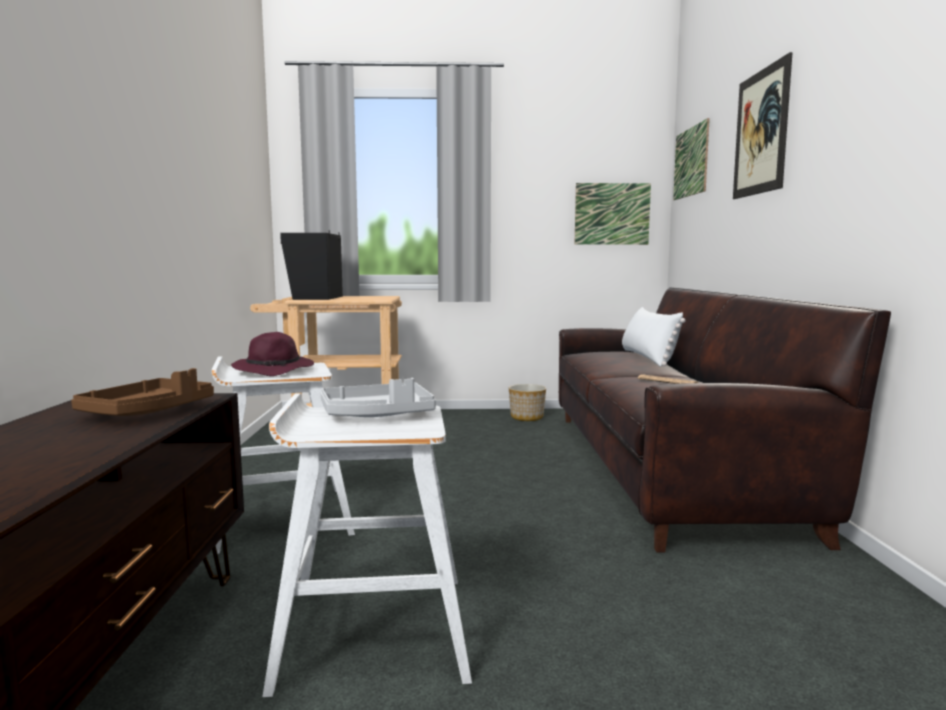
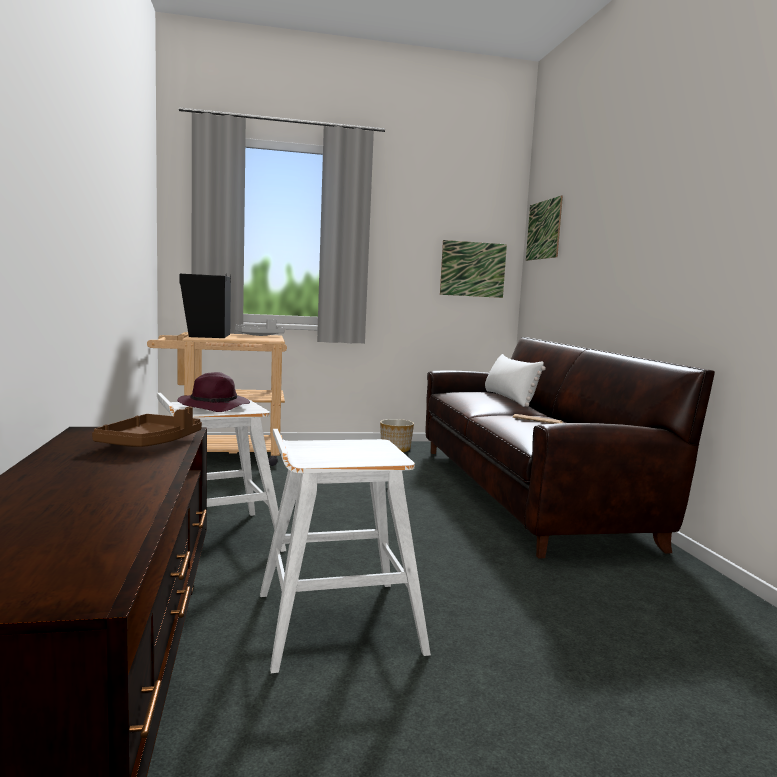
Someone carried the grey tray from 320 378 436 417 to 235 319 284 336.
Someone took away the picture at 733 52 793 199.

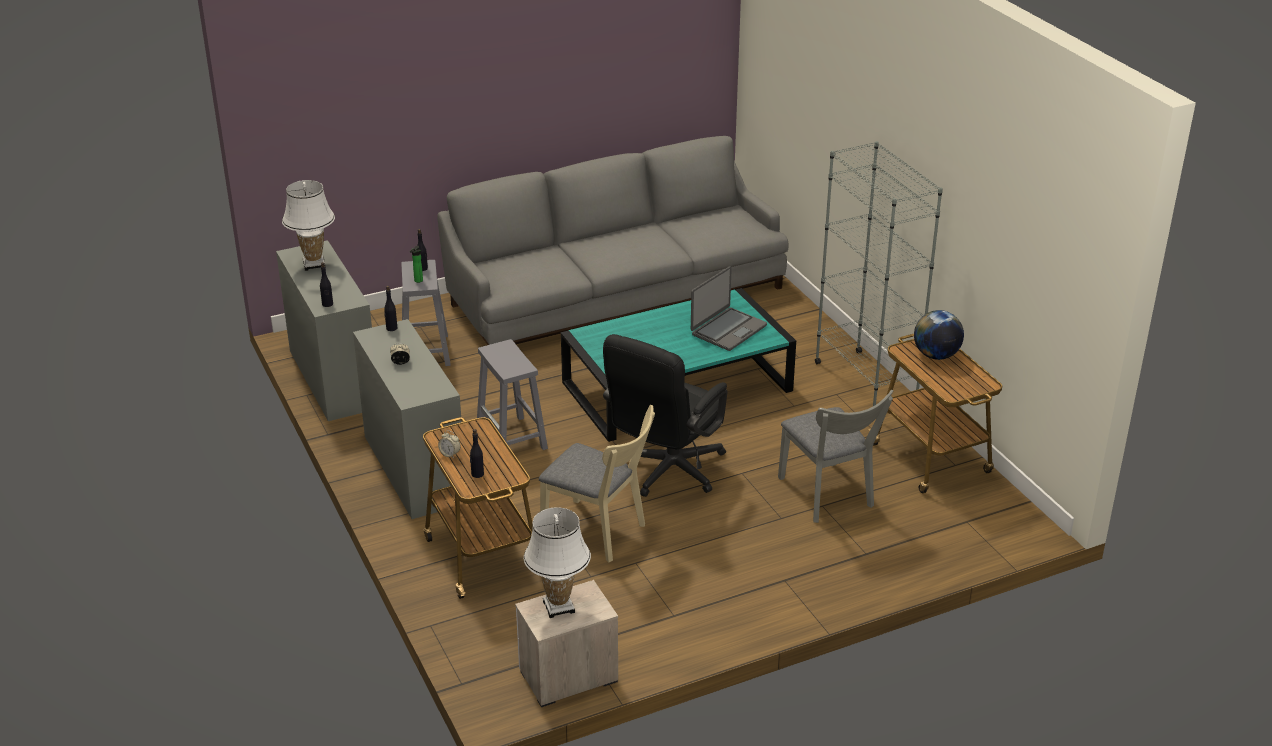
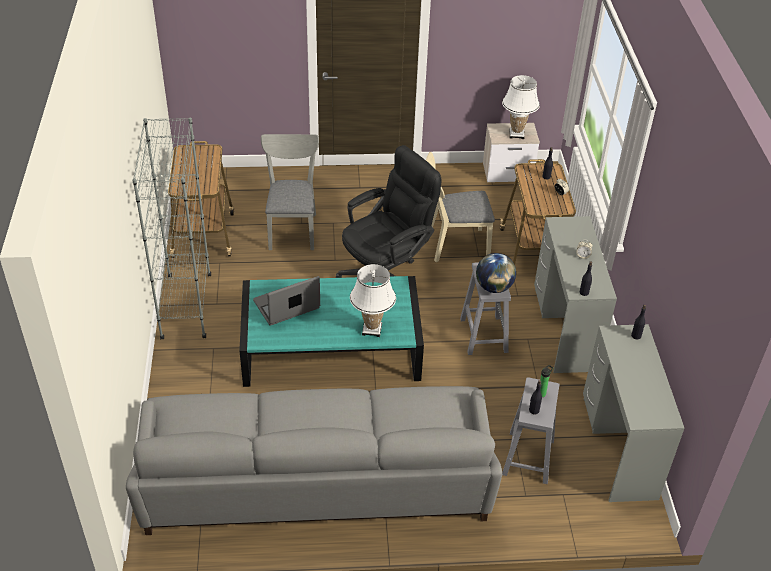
Someone carried the white table lamp from 282 180 335 271 to 350 264 396 337.
Someone rotated the beige chair at 539 405 655 562 by 60 degrees counterclockwise.
Someone carried the globe from 914 310 964 360 to 476 253 516 293.

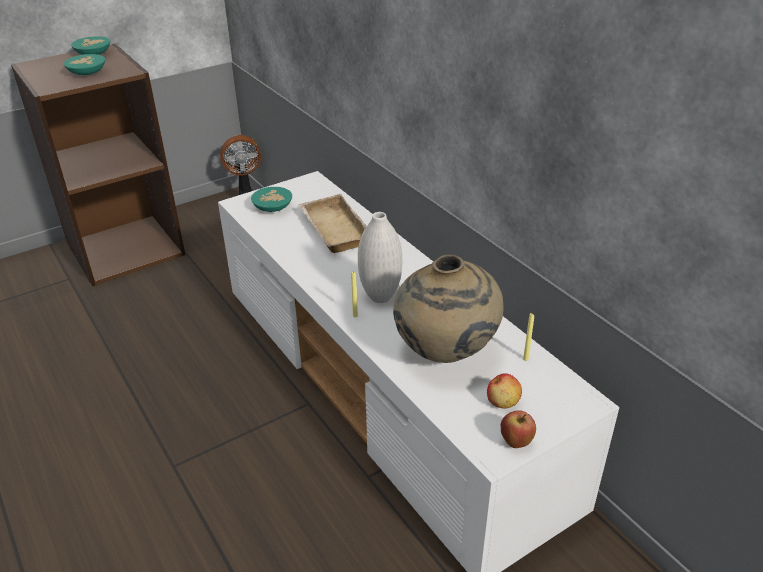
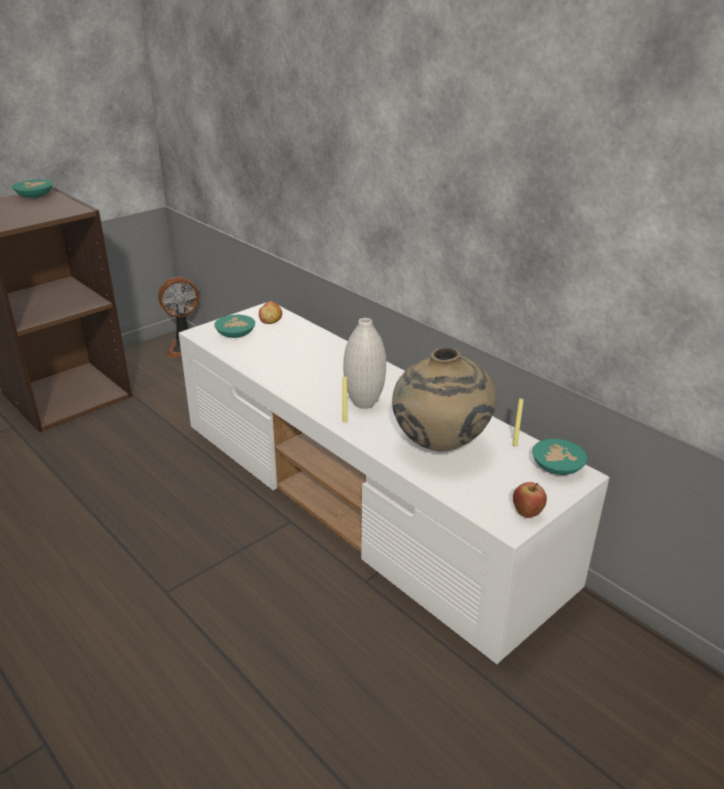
Someone carried the turquoise bowl from 63 54 105 75 to 532 439 587 475.
Someone took away the beige tray at 298 194 367 253.
Someone carried the apple from 487 374 522 408 to 259 301 282 324.

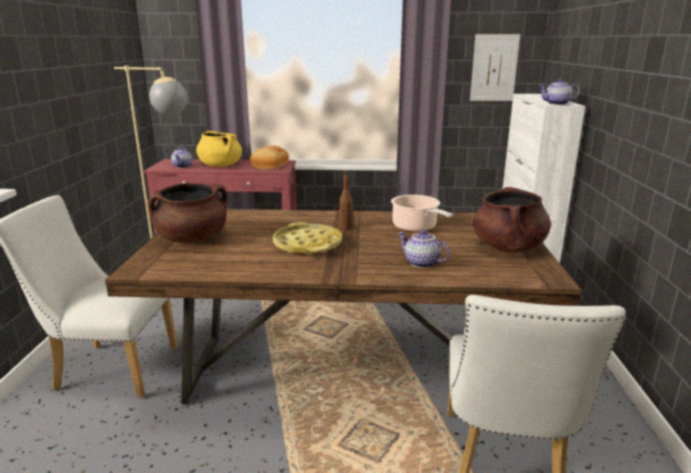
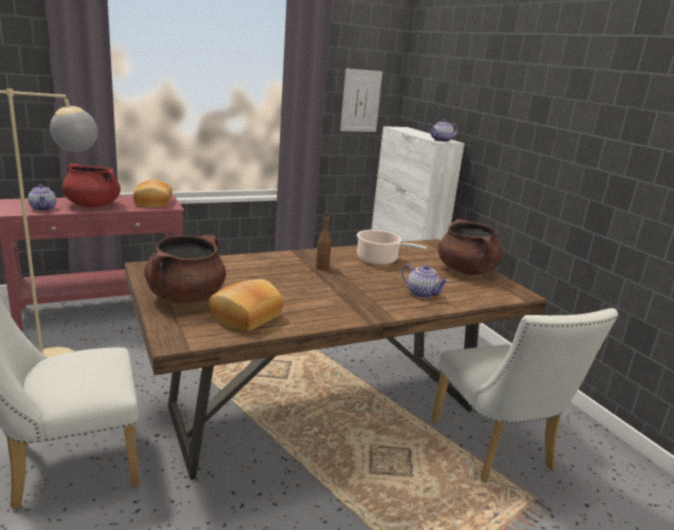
Someone repainted the yellow cooking pot at 196 131 242 167, which became the red cooking pot at 62 163 121 207.
Someone took away the yellow tray at 273 222 342 255.
Someone rotated the teapot at 398 230 450 268 by 150 degrees counterclockwise.
Someone put down the bread at 209 279 283 332.

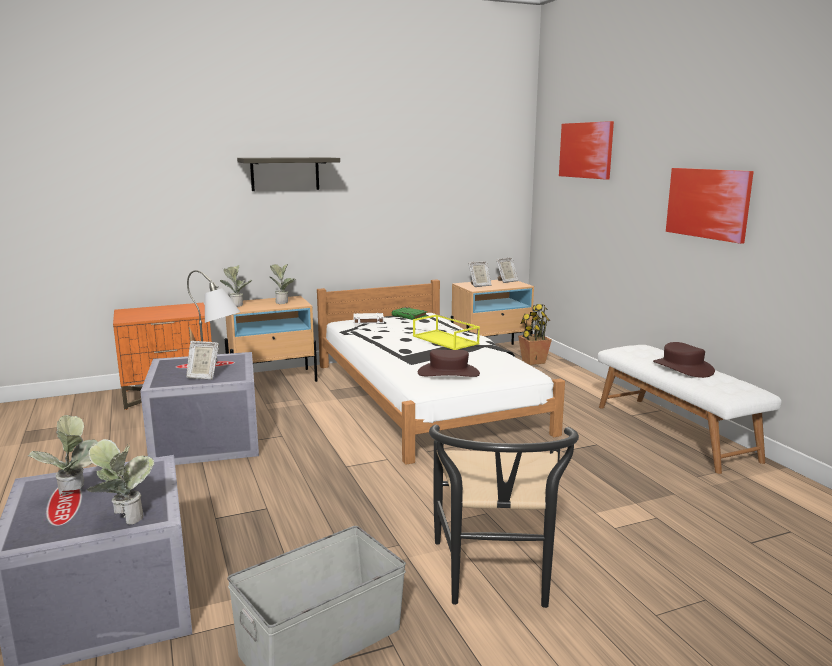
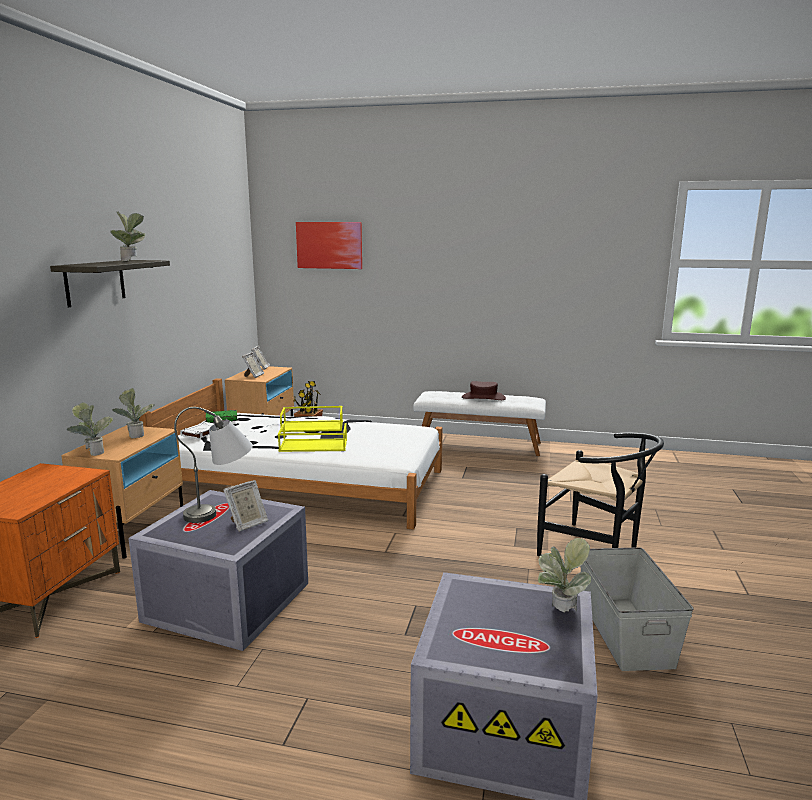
Someone carried the potted plant from 28 415 98 496 to 110 212 145 262.
Someone took away the brown hat at 418 350 480 377.
Someone took away the picture at 666 168 754 244.
Someone put down the yellow tray at 278 423 347 452.

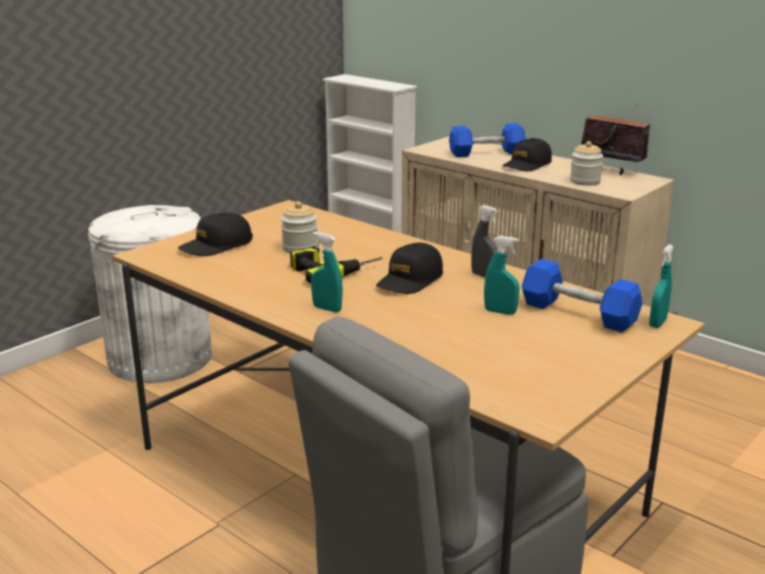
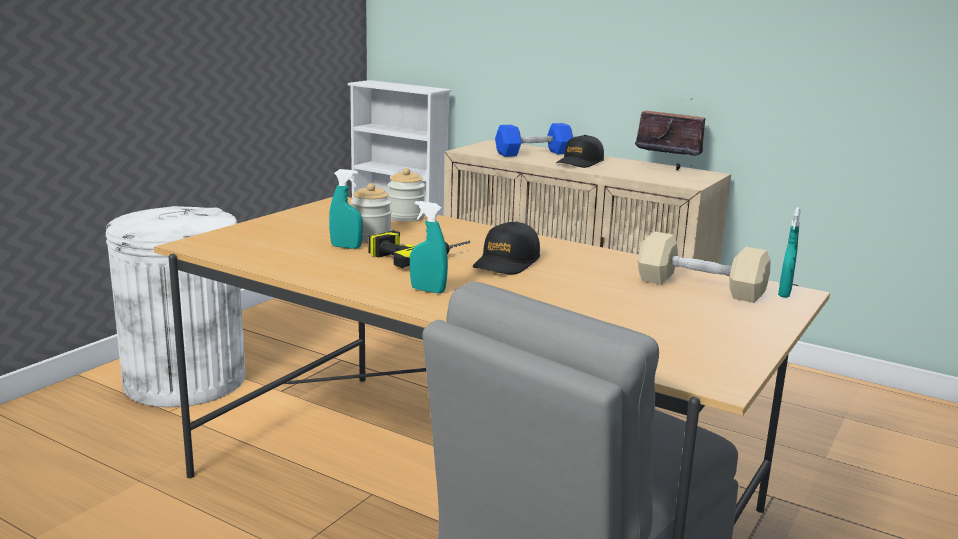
Someone took away the black cap at 178 212 253 256.
Someone took away the grey spray bottle at 471 205 498 278.
Someone carried the turquoise spray bottle from 484 236 520 315 to 329 169 363 249.
Someone repainted the blue dumbbell at 522 259 642 332, which became the beige dumbbell at 637 232 771 303.
Someone carried the jar from 570 141 603 186 to 388 168 425 222.

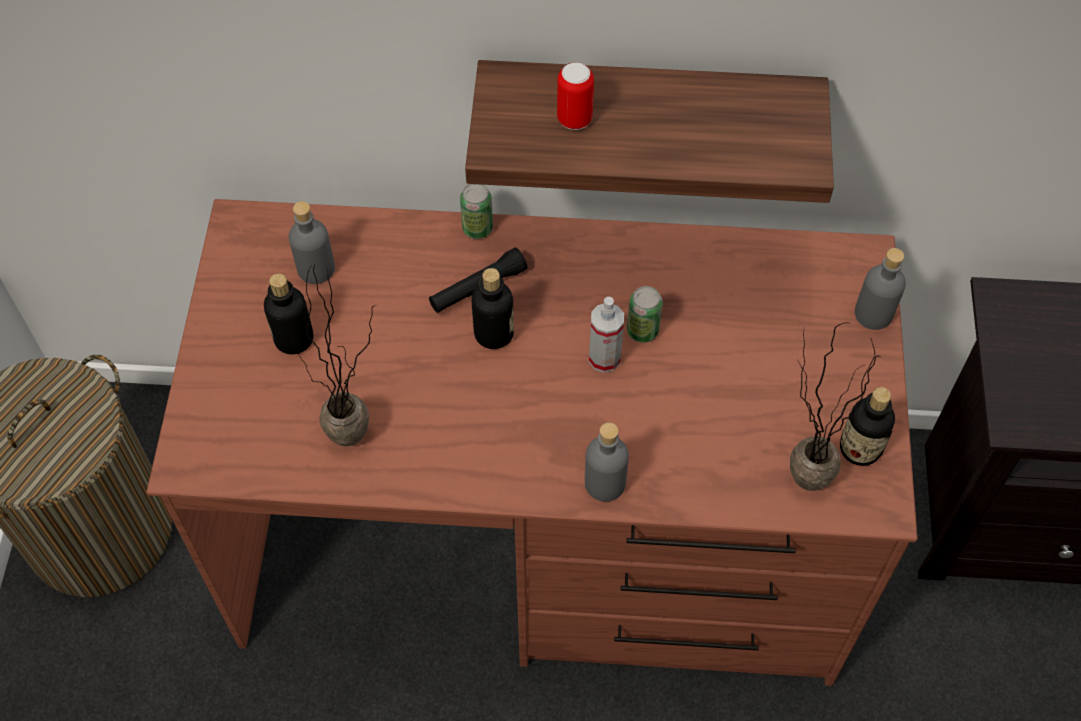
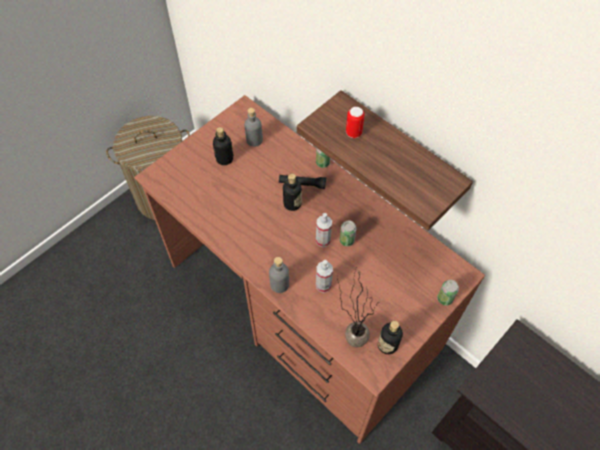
Someone took away the potted plant at 292 264 376 446.
Someone swapped the grey bottle at 855 248 906 330 for the can at 437 280 459 306.
Someone put down the spray bottle at 316 260 333 293.

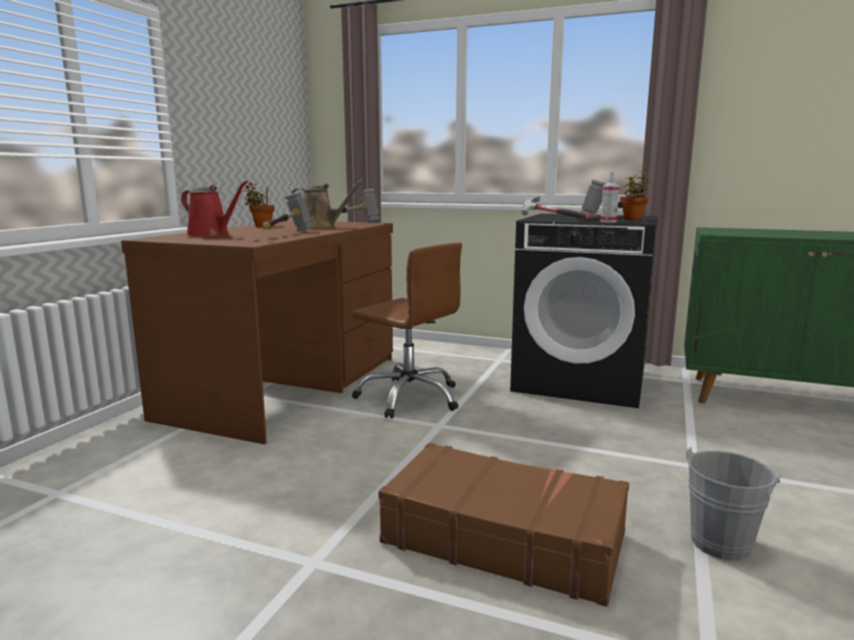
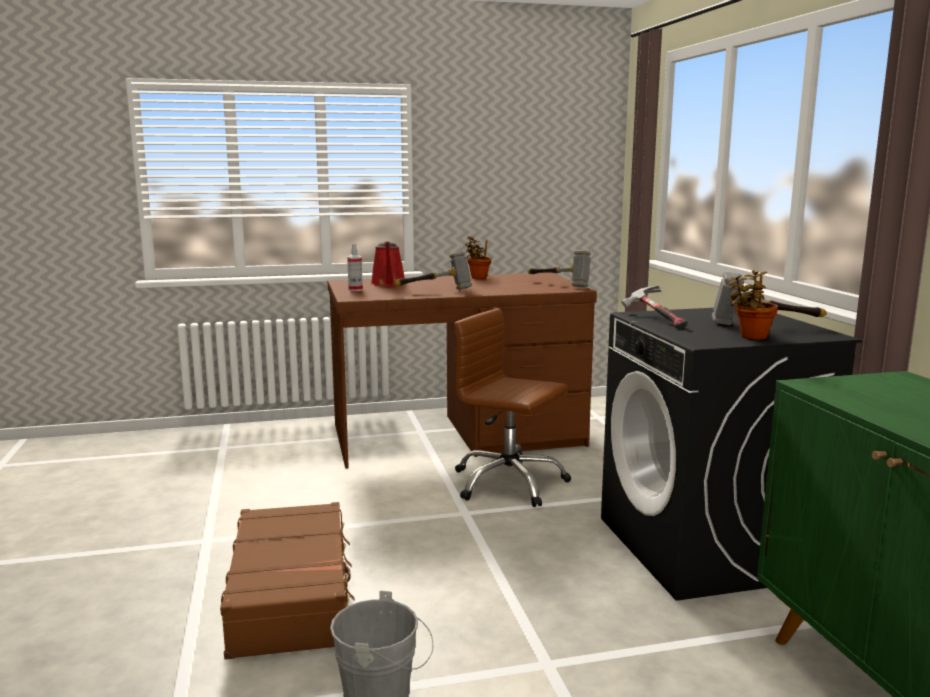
Someone took away the brown watering can at 291 180 364 228.
Someone rotated the brown office chair at 352 243 462 418 by 120 degrees clockwise.
Someone carried the spray bottle from 601 171 619 222 to 347 244 363 291.

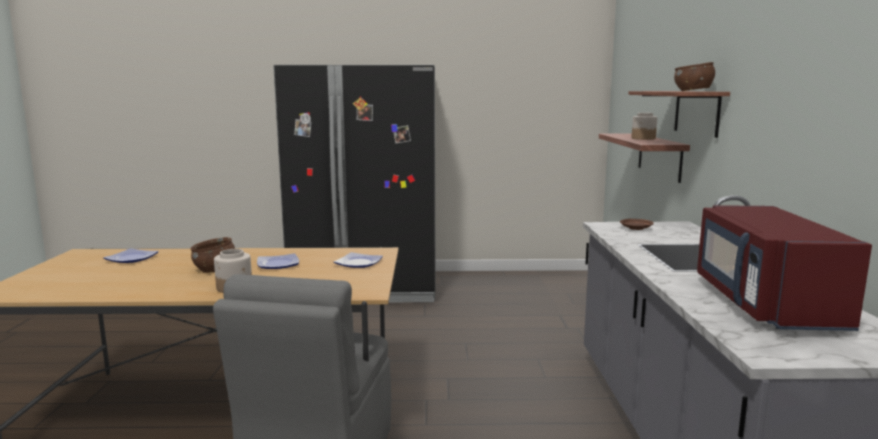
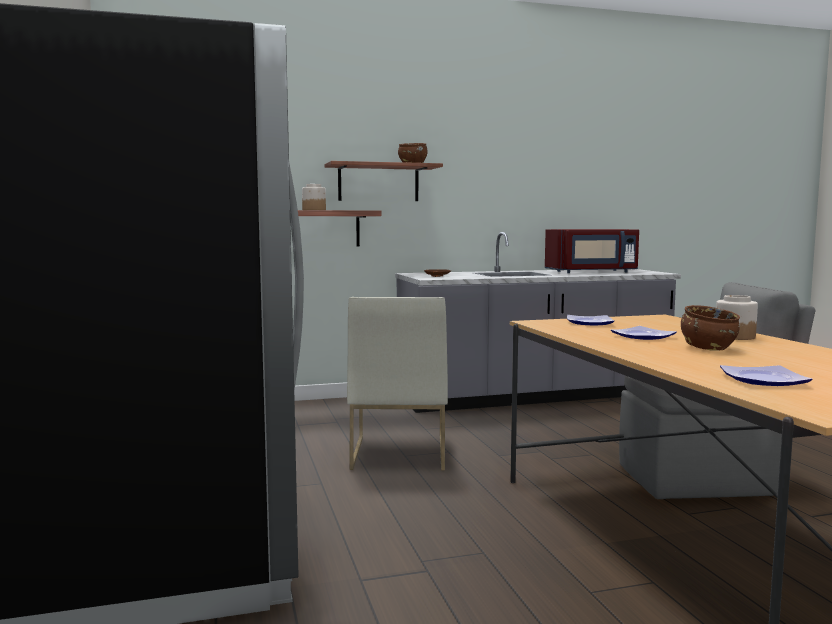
Someone put down the white chair at 347 297 448 471.

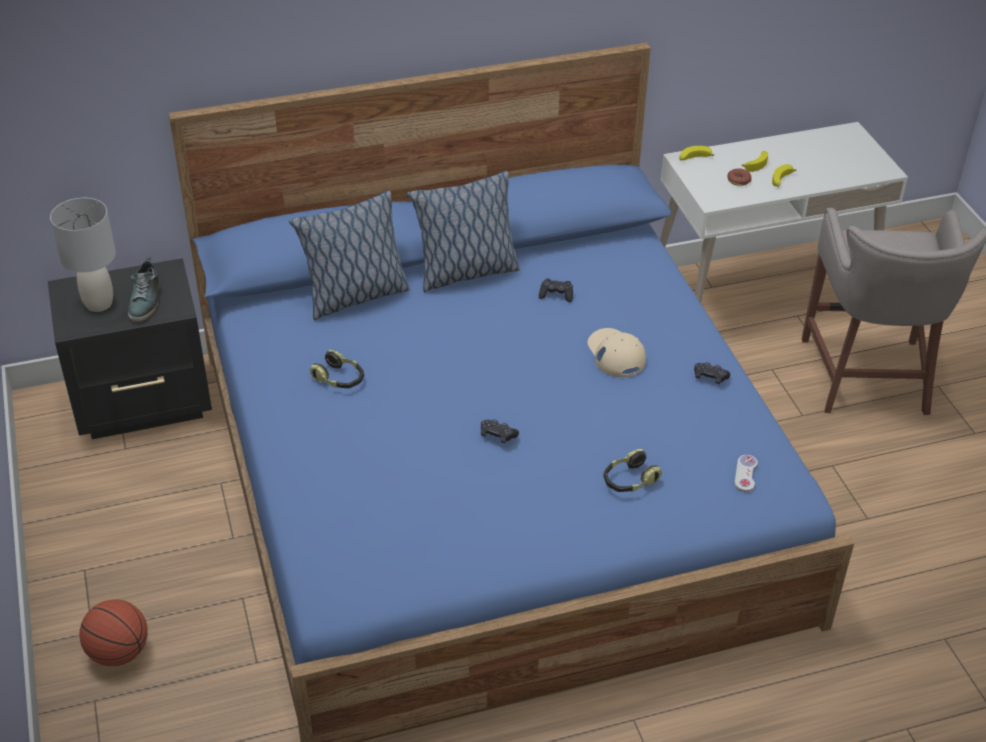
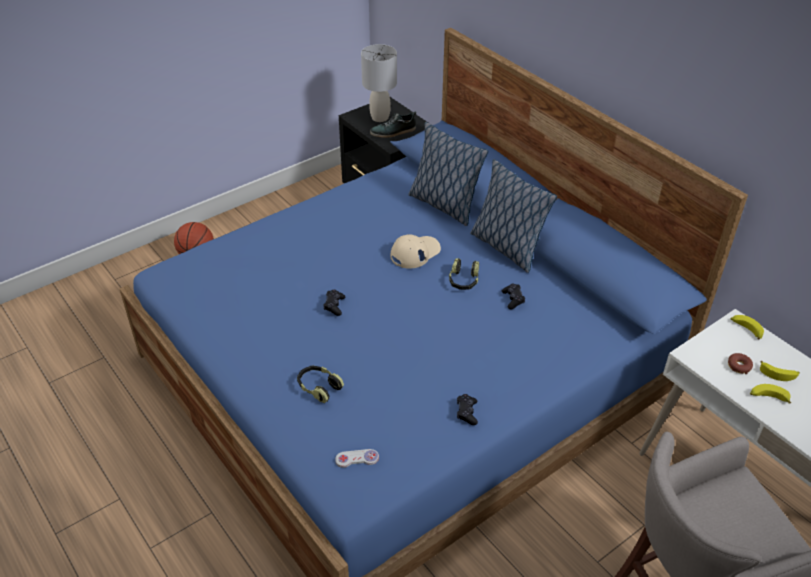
Someone carried the headphones from 309 350 364 388 to 449 258 479 290.
Someone carried the beige cap from 588 328 646 378 to 391 234 441 269.

